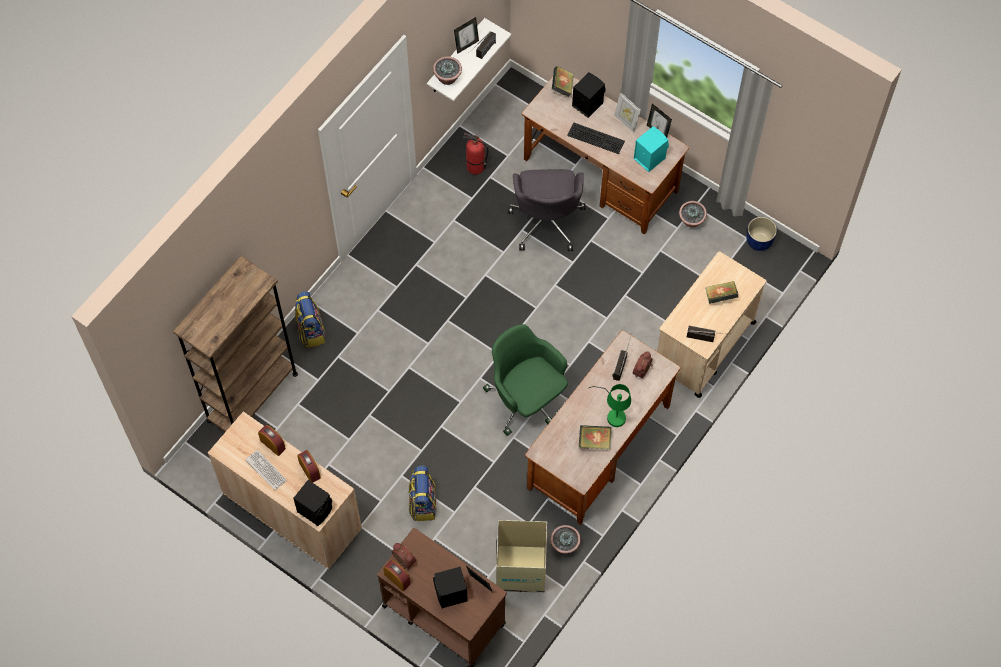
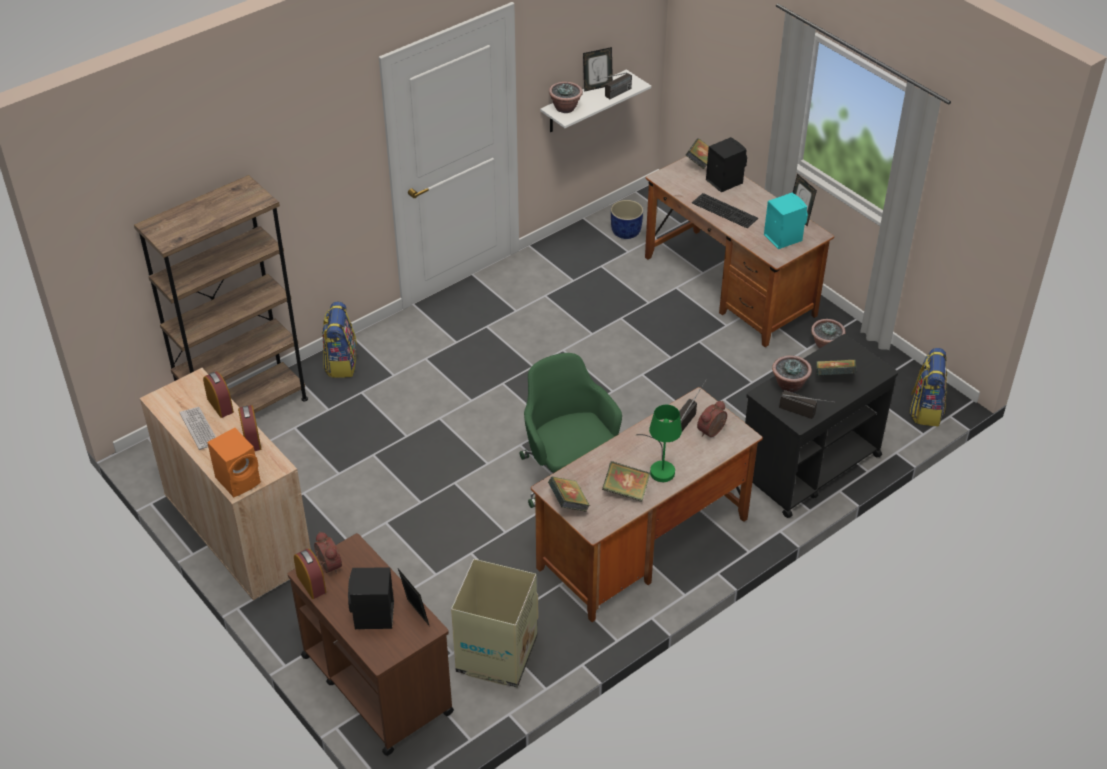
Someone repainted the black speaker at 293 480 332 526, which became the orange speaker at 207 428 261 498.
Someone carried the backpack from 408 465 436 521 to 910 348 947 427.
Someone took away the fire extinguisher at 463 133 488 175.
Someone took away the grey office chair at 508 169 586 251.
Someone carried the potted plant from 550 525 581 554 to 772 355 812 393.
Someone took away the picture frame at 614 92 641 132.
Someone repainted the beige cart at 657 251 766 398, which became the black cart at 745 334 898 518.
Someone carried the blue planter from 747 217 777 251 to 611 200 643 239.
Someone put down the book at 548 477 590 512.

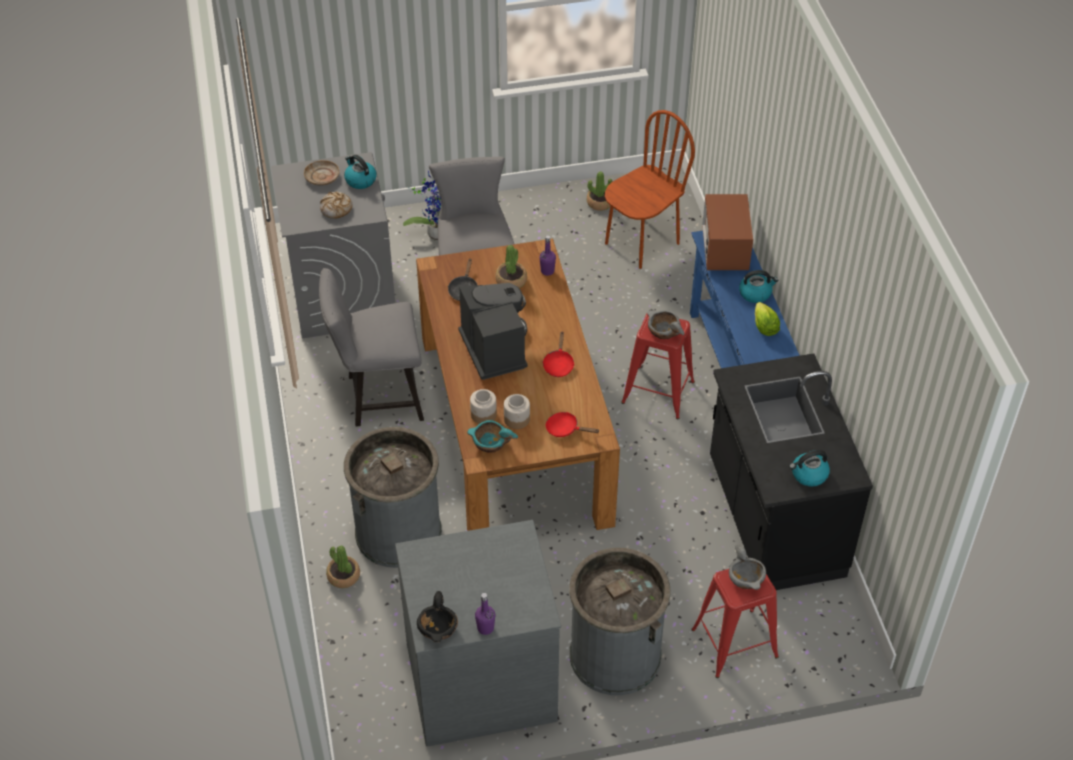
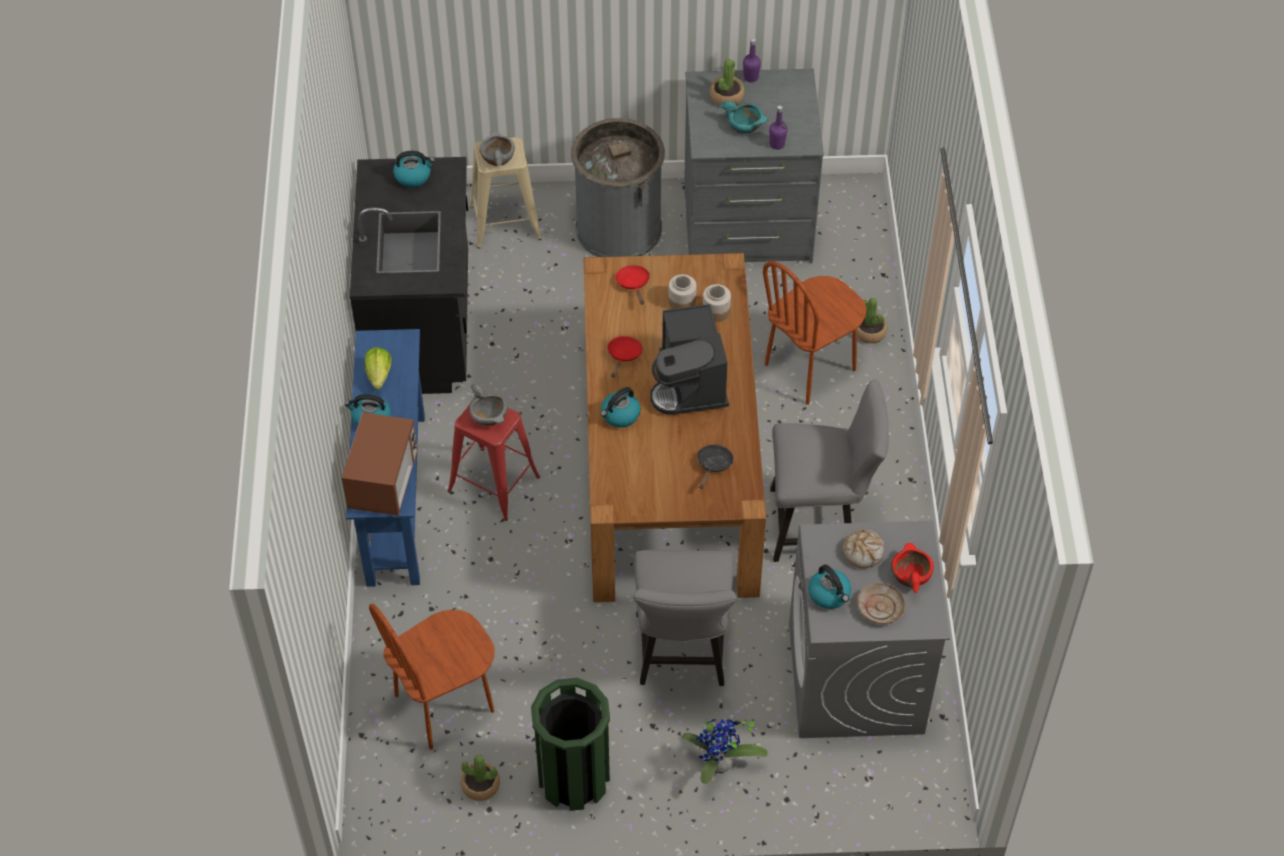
Someone swapped the grey trash can at 344 427 442 568 for the brown chair at 763 261 867 405.
Someone took away the black bowl at 417 591 458 642.
Someone carried the turquoise bowl from 467 420 518 453 to 719 101 768 134.
Someone carried the potted plant from 495 245 527 288 to 710 59 745 105.
Someone carried the purple bottle from 540 235 556 276 to 769 105 788 150.
Someone rotated the red frying pan at 545 412 600 437 by 135 degrees counterclockwise.
Someone repainted the red stool at 691 569 779 678, which became the beige stool at 470 137 541 248.
Someone put down the green trash can at 531 678 610 811.
Someone put down the kettle at 600 387 641 427.
Someone put down the red bowl at 891 543 934 593.

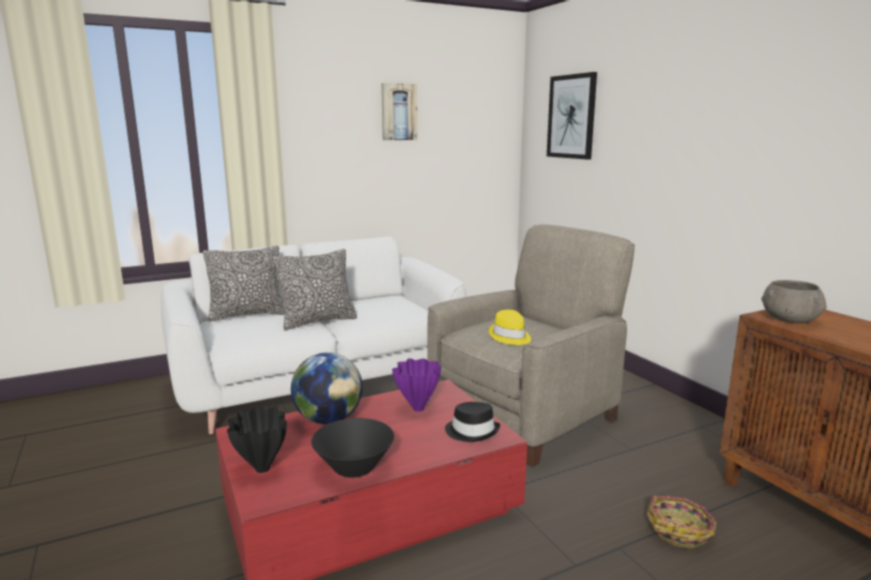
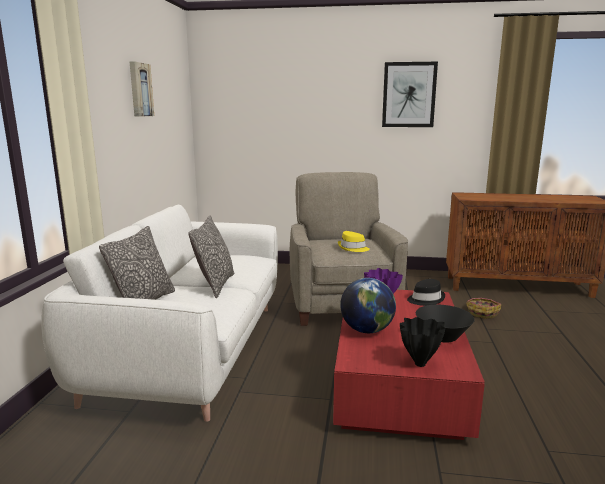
Someone carried the picture from 547 72 597 160 to 382 62 438 127.
Someone took away the grey bowl at 761 280 827 323.

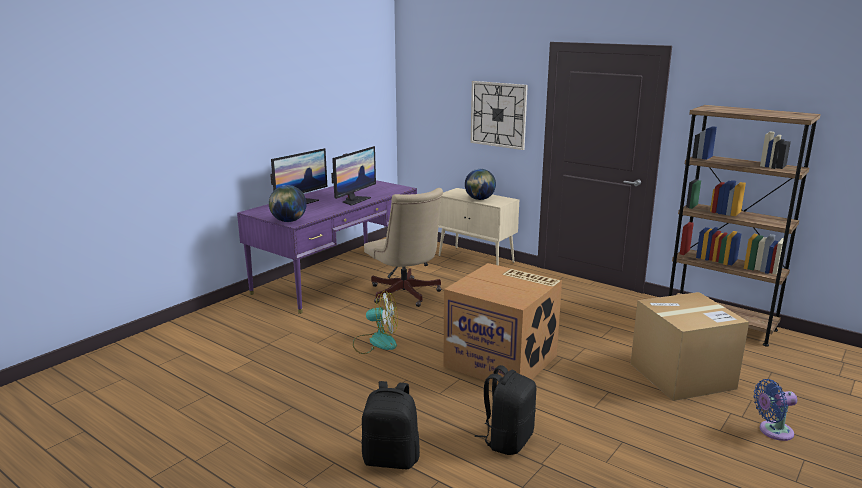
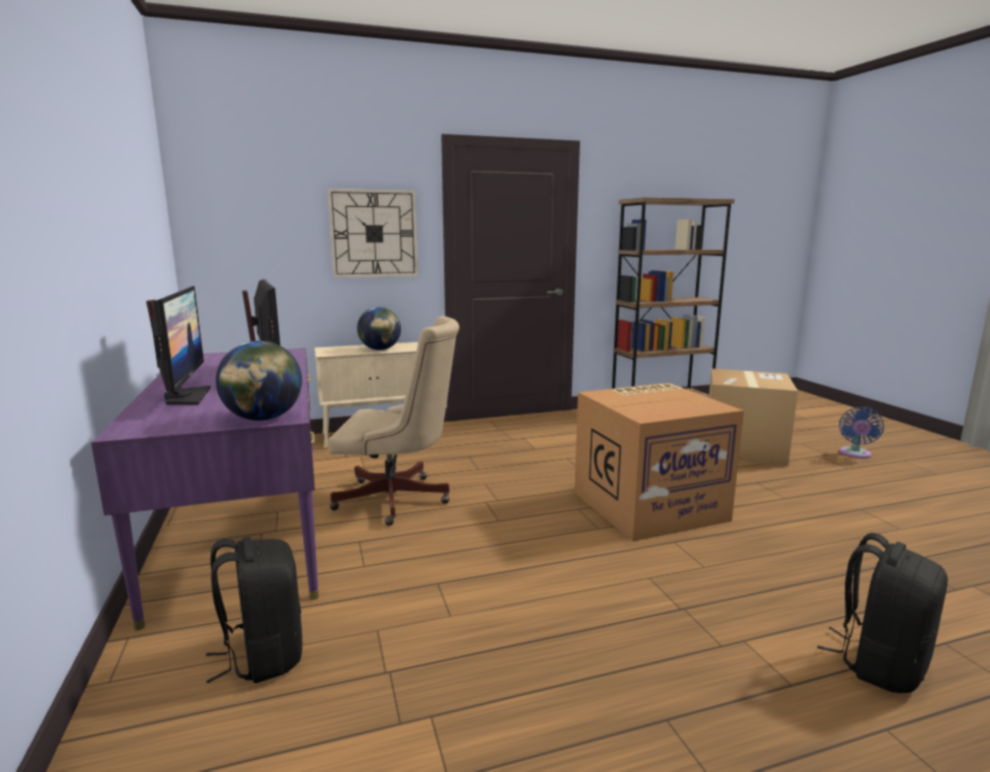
Someone took away the fan at 353 291 398 354.
Someone carried the black backpack from 475 365 536 455 to 206 537 303 684.

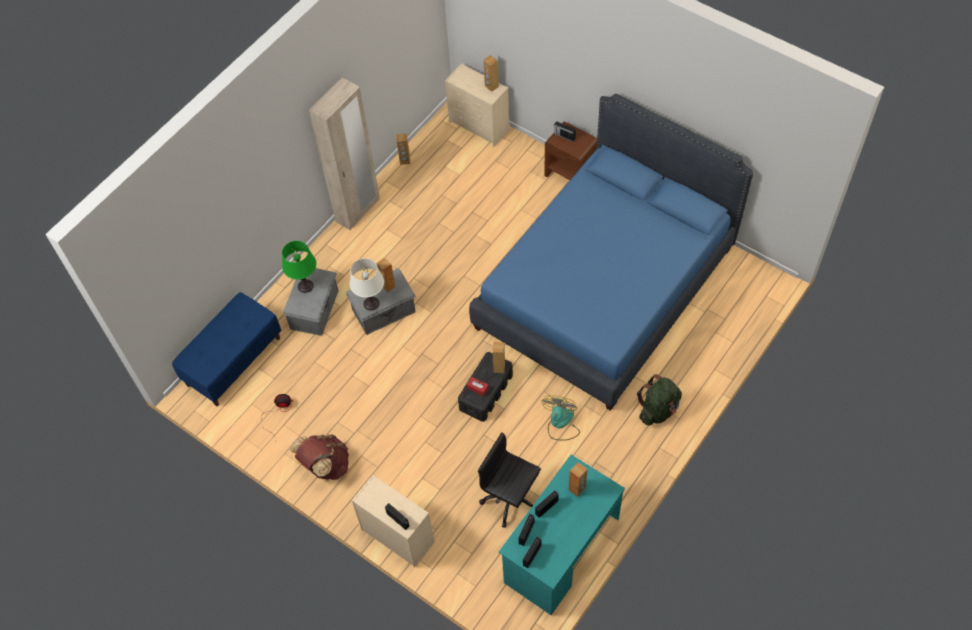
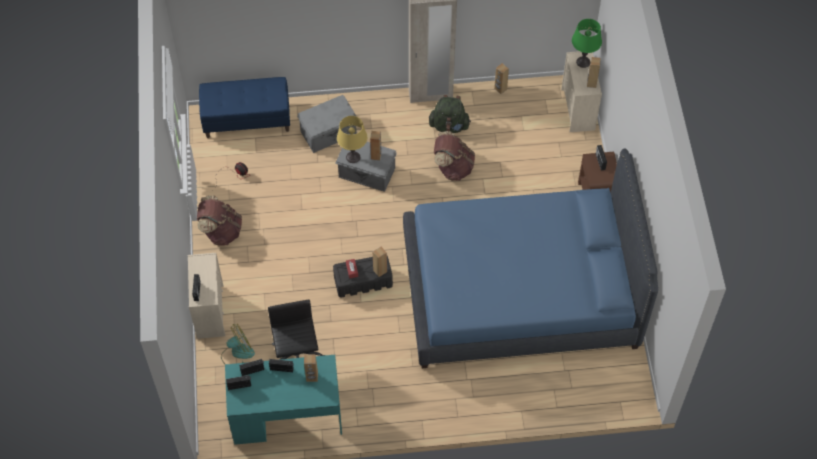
Someone carried the green table lamp from 282 241 316 293 to 572 19 602 68.
Someone repainted the white table lamp at 350 258 384 310, which became the yellow table lamp at 337 116 367 163.
Someone carried the fan from 542 395 580 441 to 221 324 255 364.
Someone carried the green backpack from 637 374 682 426 to 429 95 471 133.
Someone put down the brown backpack at 434 131 475 181.

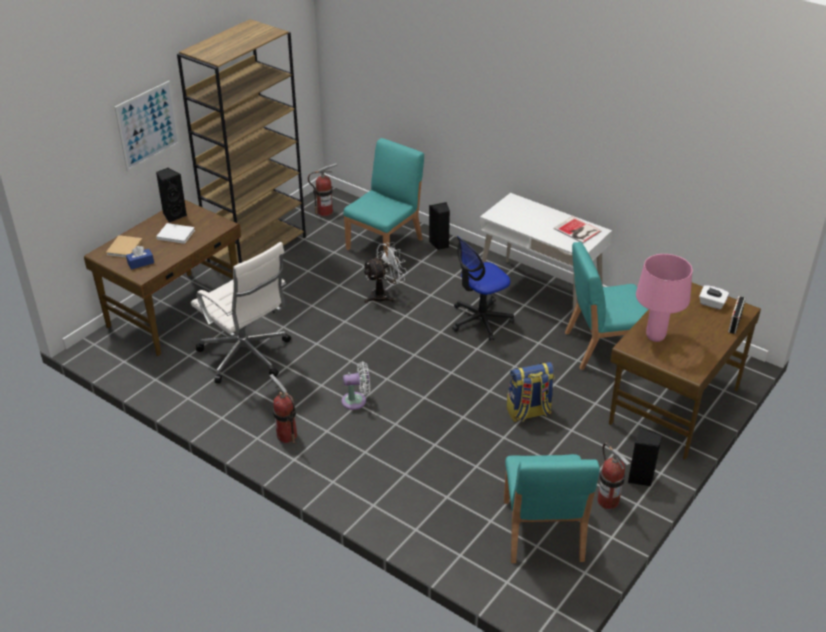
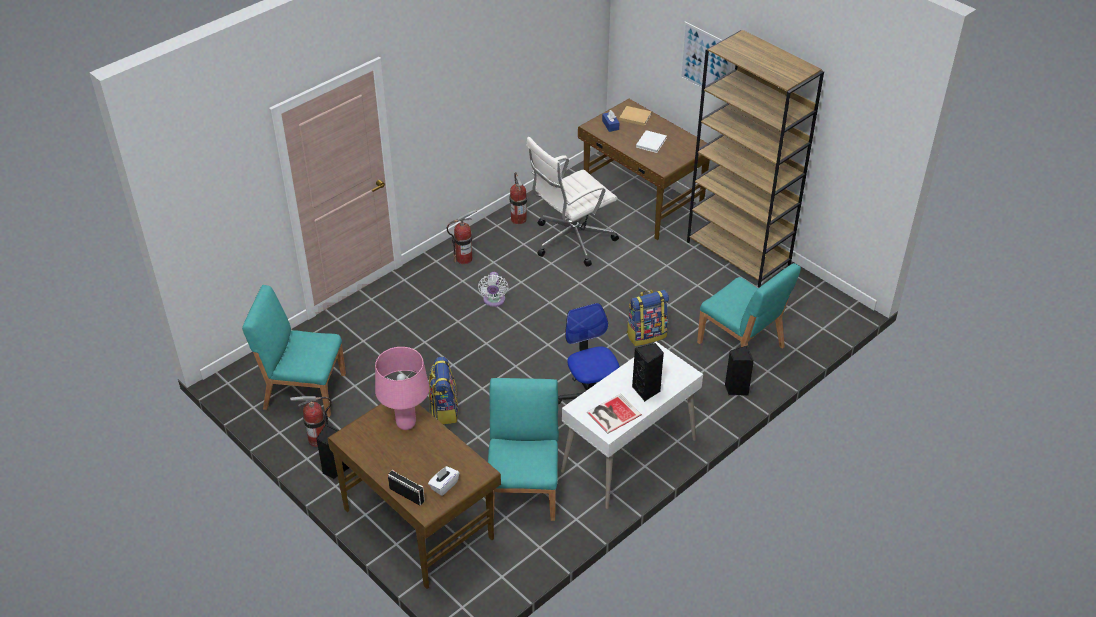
Someone carried the black speaker from 156 168 187 223 to 632 343 664 401.
Someone carried the fire extinguisher from 308 163 337 216 to 510 172 527 224.
Someone swapped the white fan at 363 242 407 303 for the backpack at 626 290 669 346.

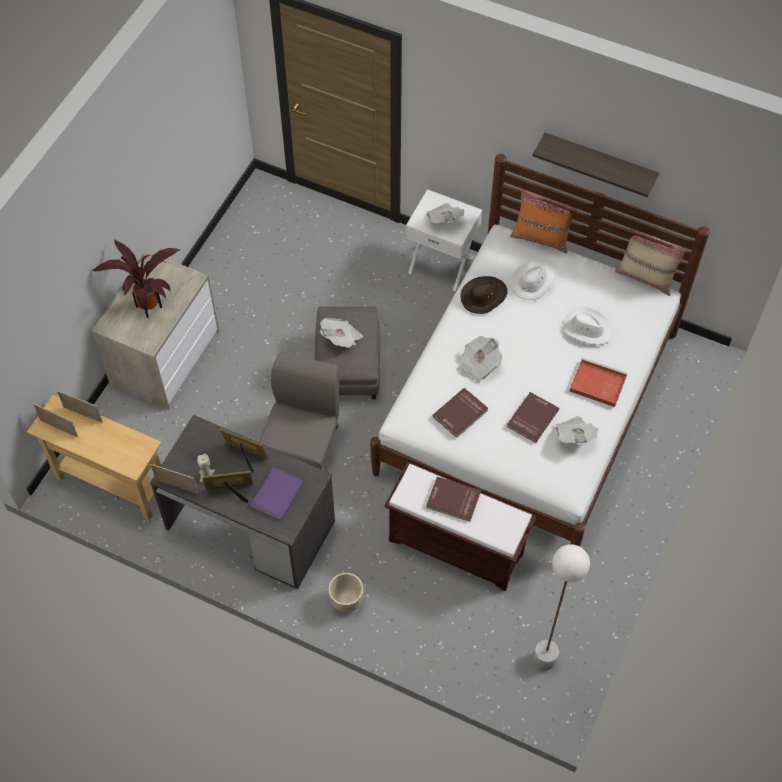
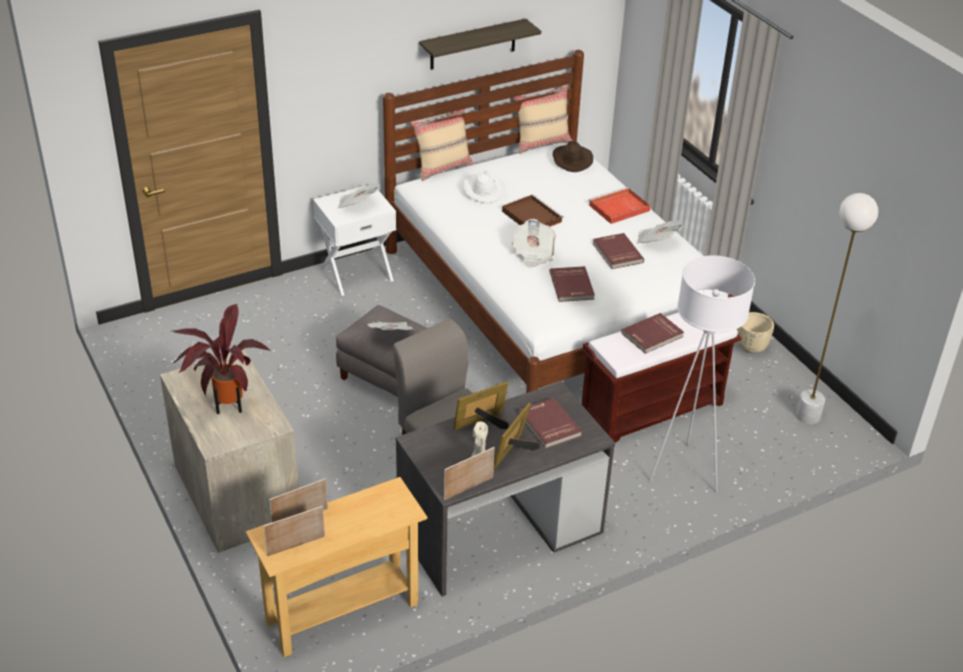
Someone repainted the purple book at 250 467 304 521, which became the red book at 519 398 583 449.
Someone carried the beige planter from 328 573 364 613 to 737 312 774 354.
Someone carried the brown hat from 461 276 508 314 to 553 141 593 172.
Someone repainted the orange pillow at 510 188 577 253, which became the beige pillow at 411 109 474 181.
Someone took away the white hat at 563 307 613 345.
Someone put down the brown tray at 502 194 563 227.
Someone put down the white floor lamp at 649 255 755 492.

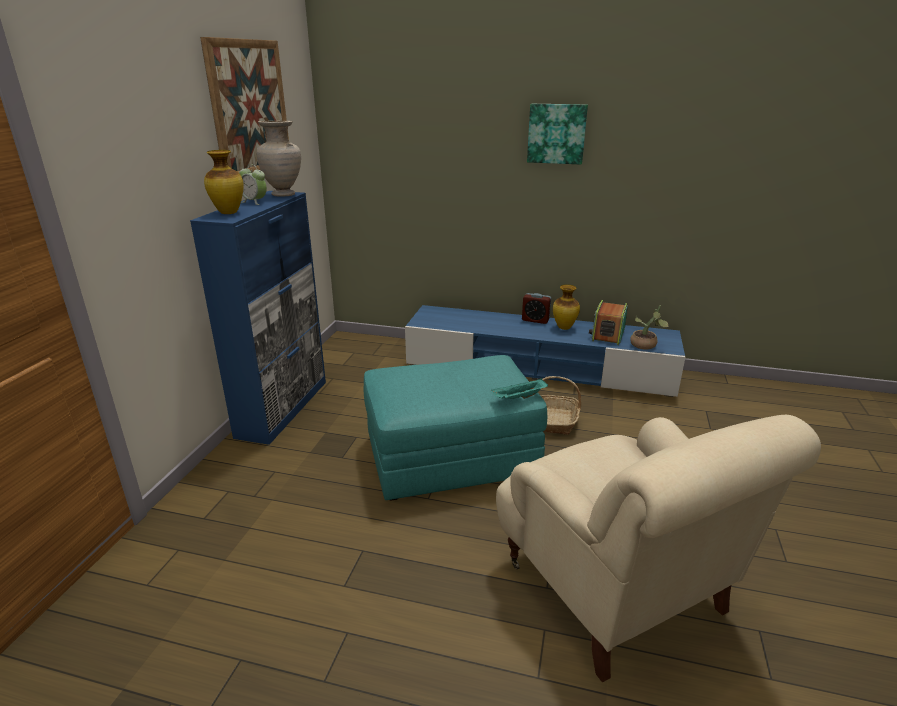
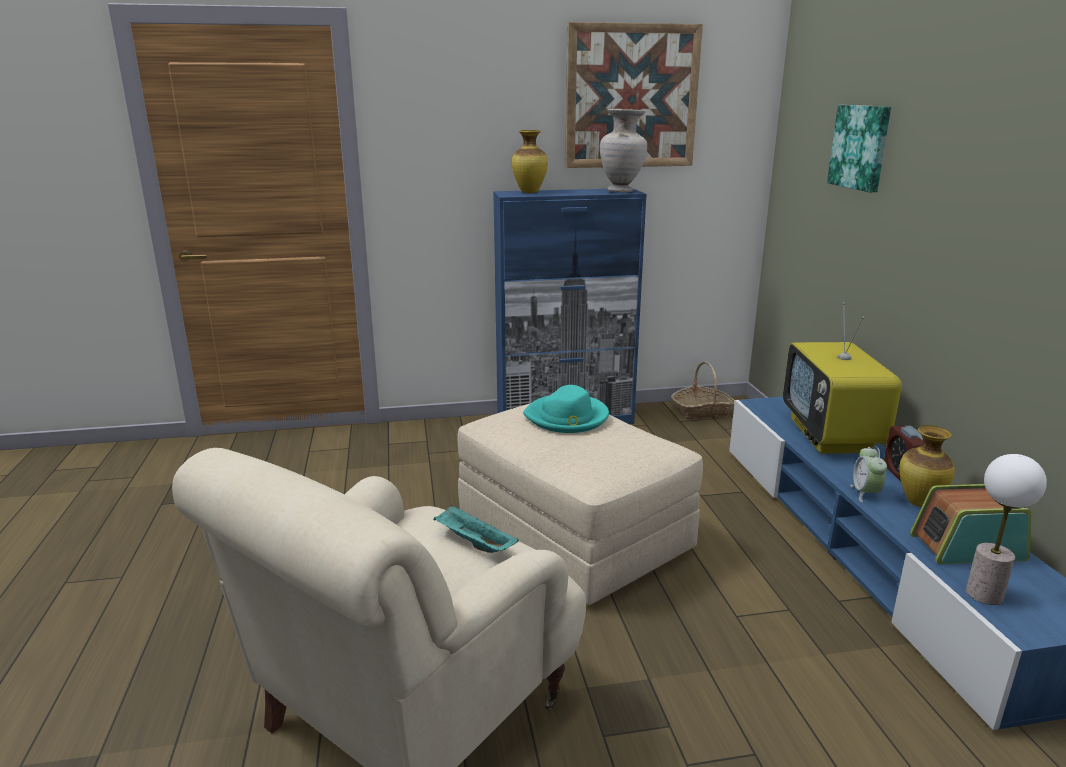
Someone carried the alarm clock from 239 164 267 205 to 850 446 887 502.
Someone repainted the turquoise ottoman at 364 355 547 501, which became the beige ottoman at 457 403 703 605.
Someone carried the turquoise tray from 491 378 548 399 to 433 505 519 553.
Someone carried the picture from 527 104 588 165 to 827 105 891 192.
Someone carried the basket from 541 376 581 435 to 671 361 735 420.
Someone swapped the potted plant at 630 305 669 350 for the table lamp at 966 454 1047 605.
Someone put down the turquoise hat at 523 385 609 433.
Someone put down the television at 783 302 902 454.

